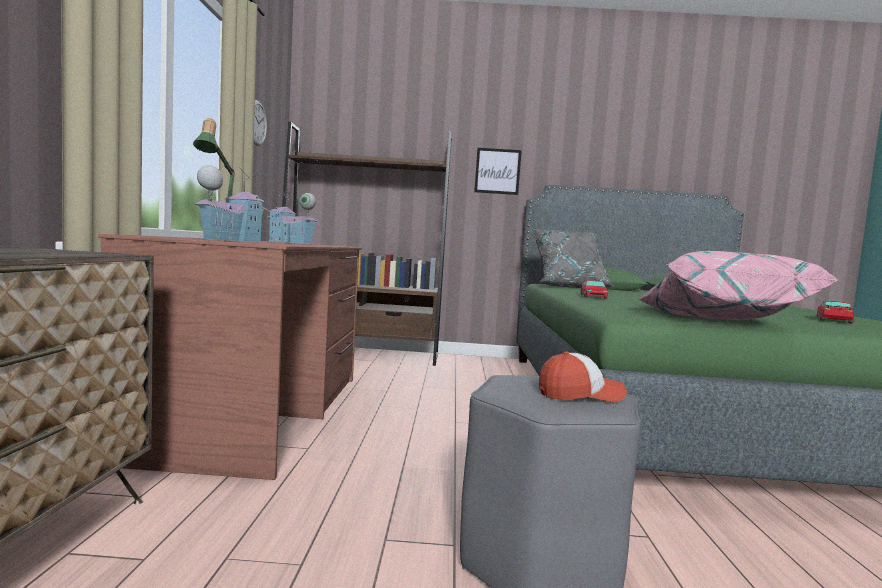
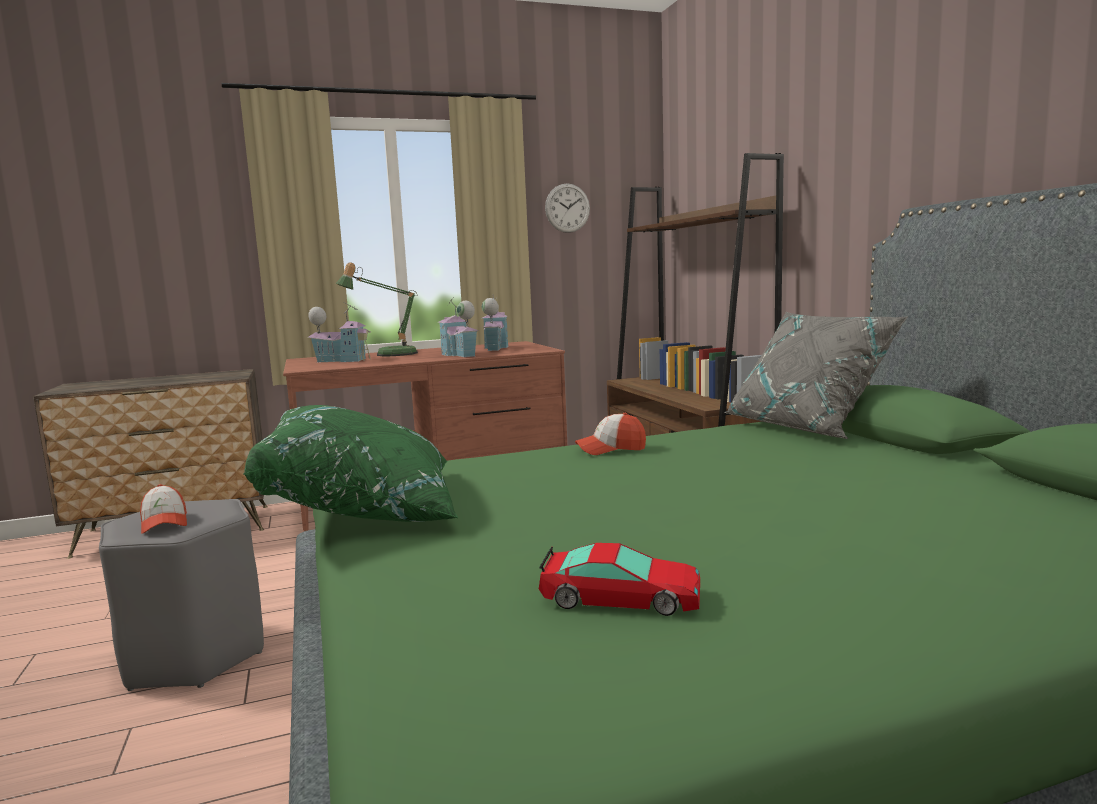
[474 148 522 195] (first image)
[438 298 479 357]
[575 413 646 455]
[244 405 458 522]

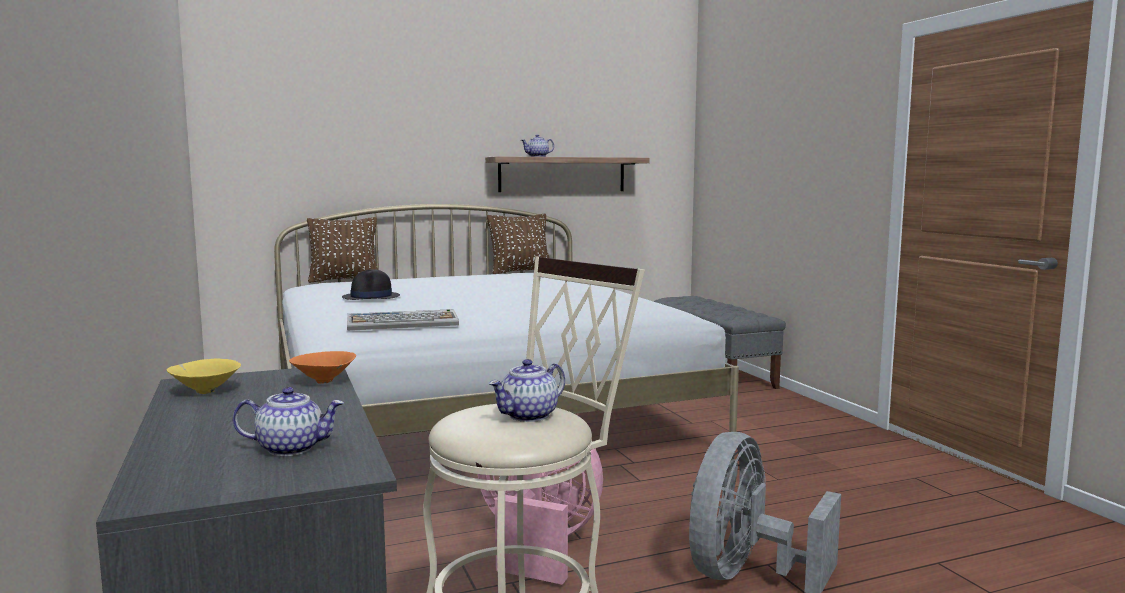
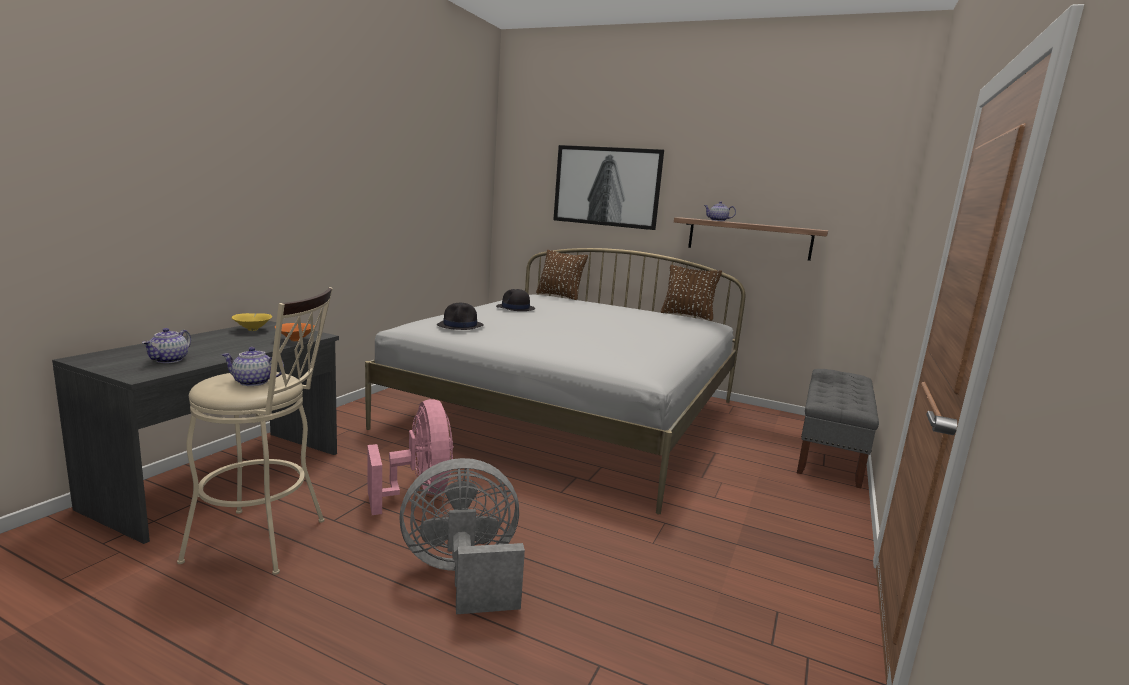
[553 145 664 230]
[437 303 484 330]
[142 328 191 363]

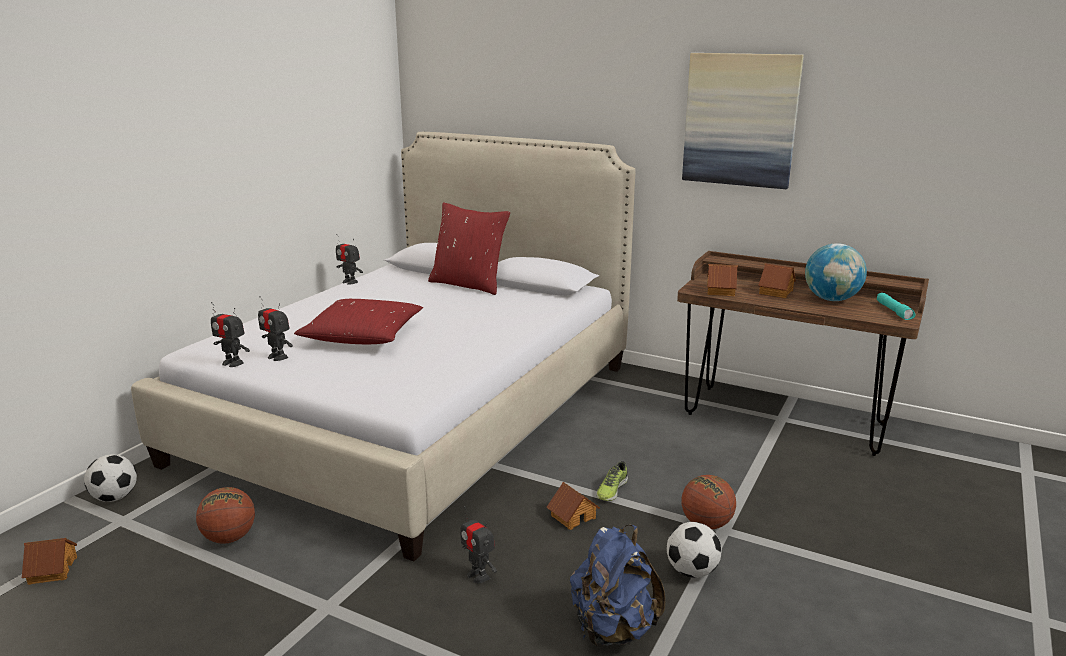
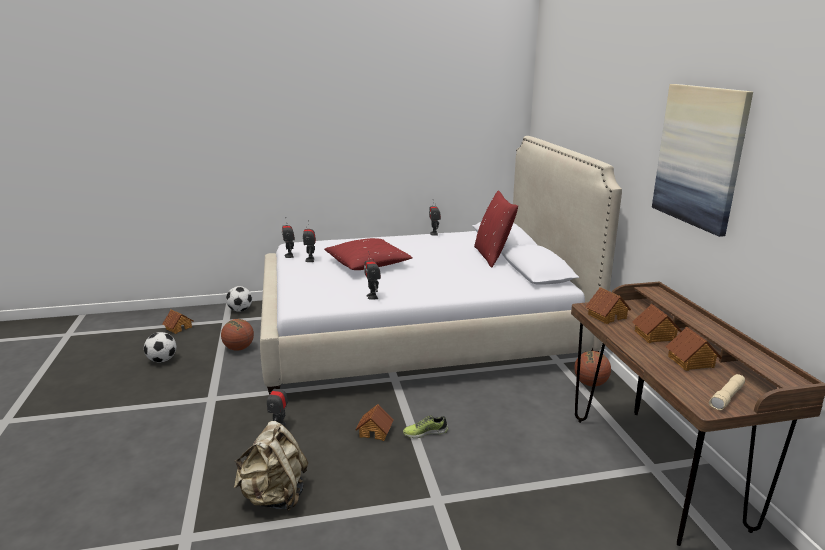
[364 251 381 300]
[144 332 176 362]
[574 351 611 386]
[666 327 722 371]
[234 421 308 511]
[709 374 745 410]

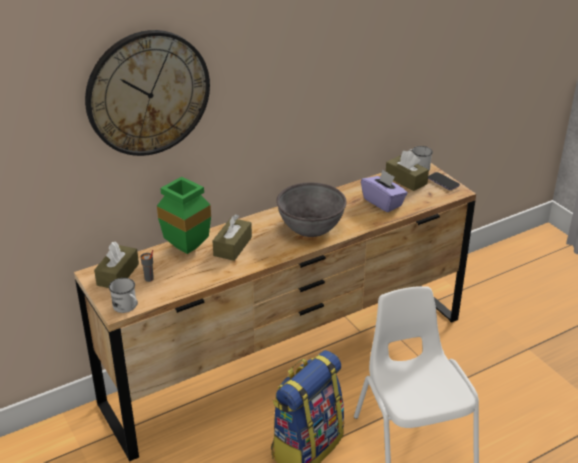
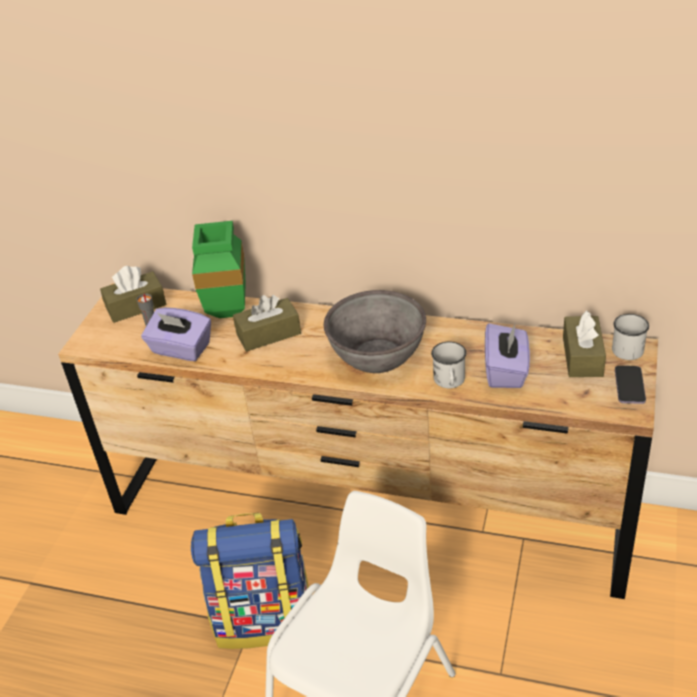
[85 30 210 156] (first image)
[141 307 211 361]
[431 342 466 388]

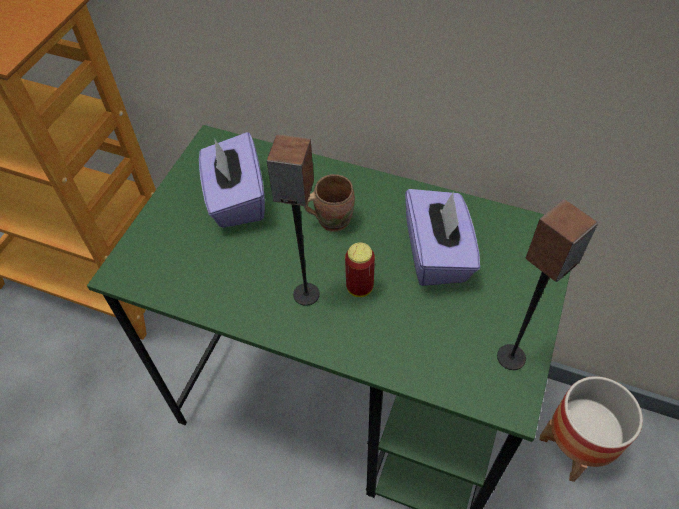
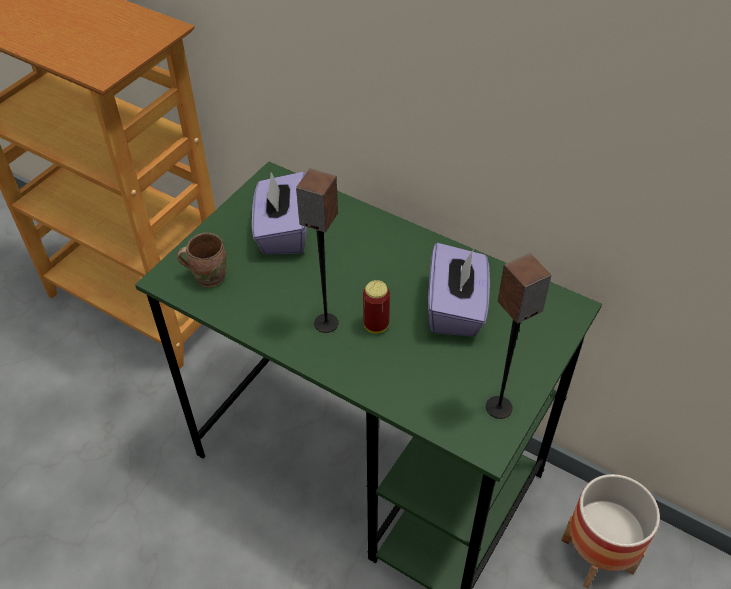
[177 233 226 287]

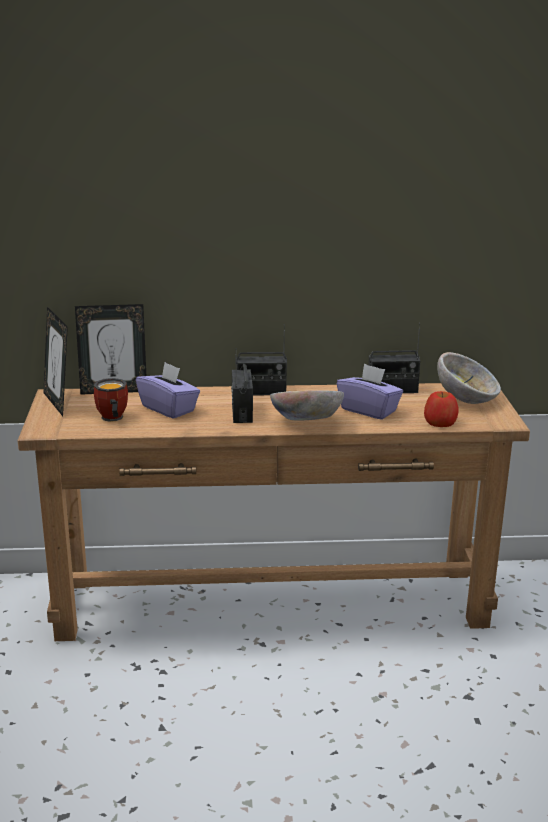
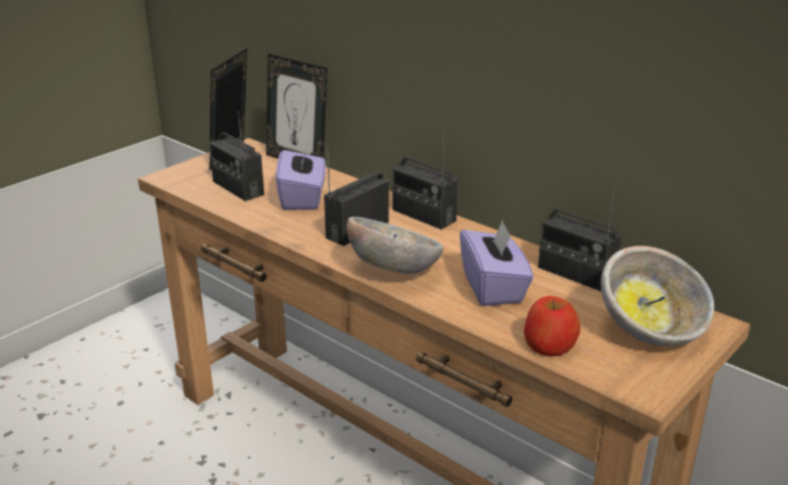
[209 111 264 201]

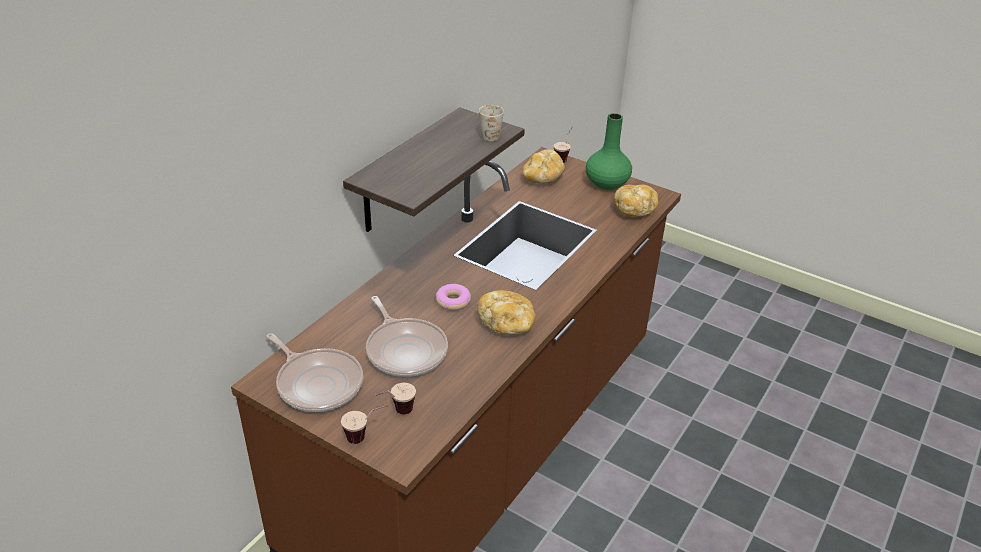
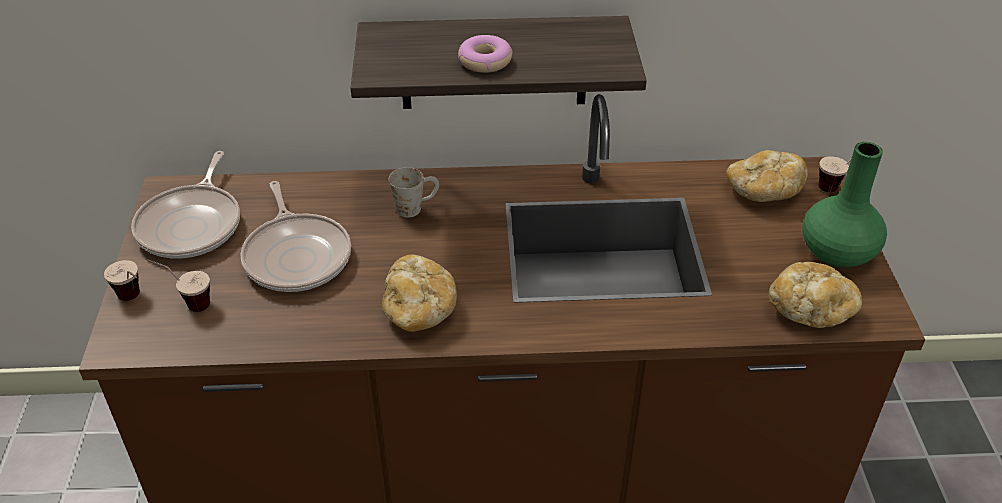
[458 35 513 73]
[389 167 439 218]
[240 181 351 292]

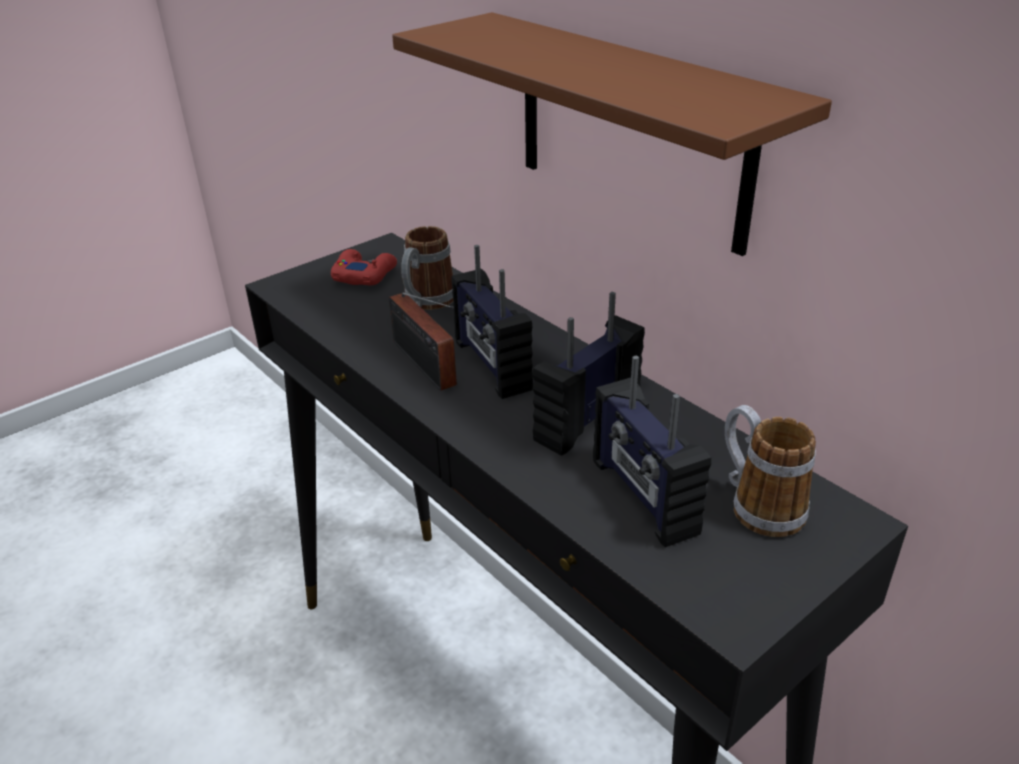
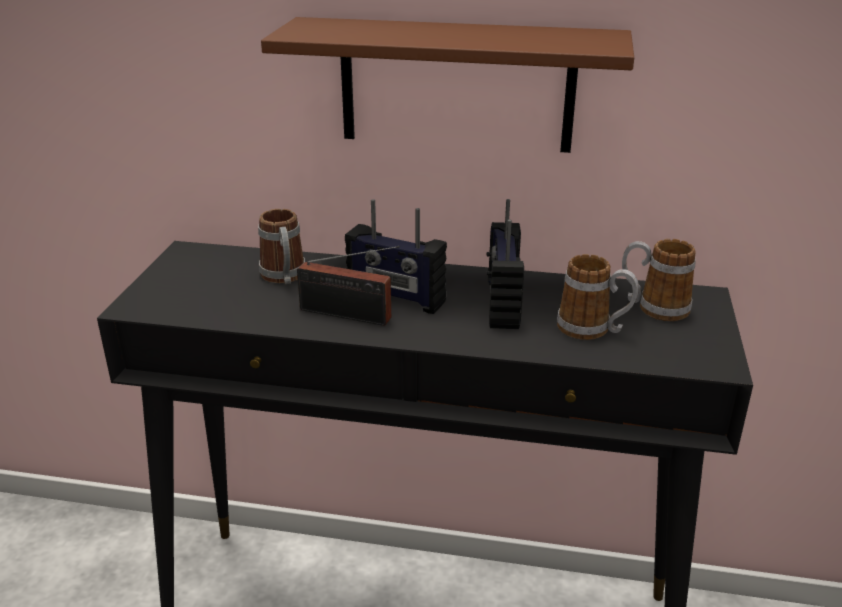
[331 249 397 285] (first image)
[557 254 639 340]

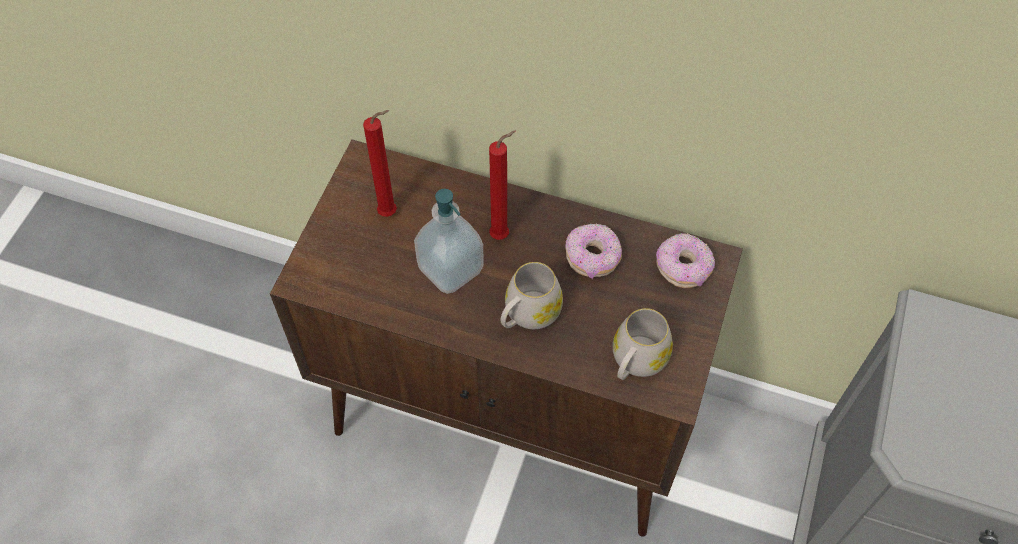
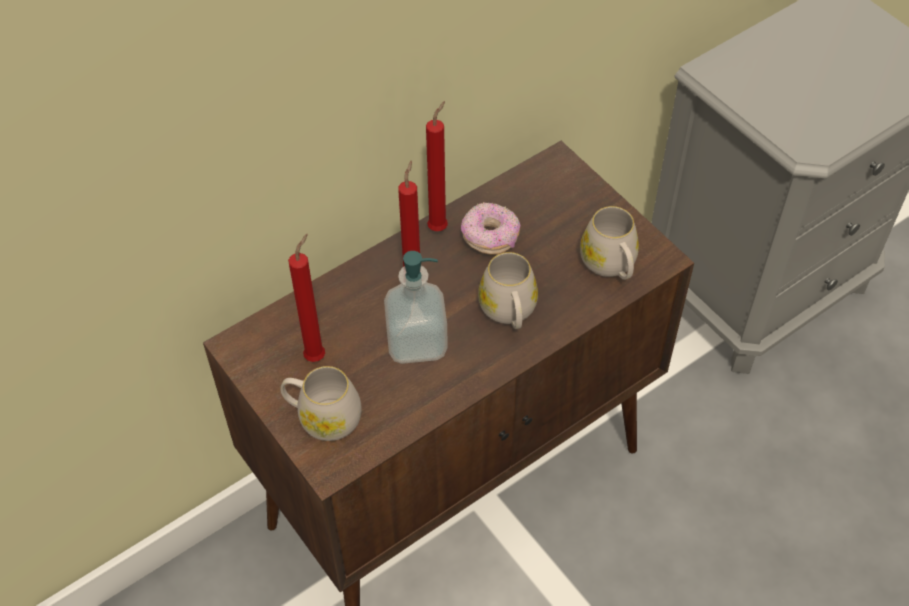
[656 233 715 288] (first image)
[280 366 362 441]
[426 101 448 231]

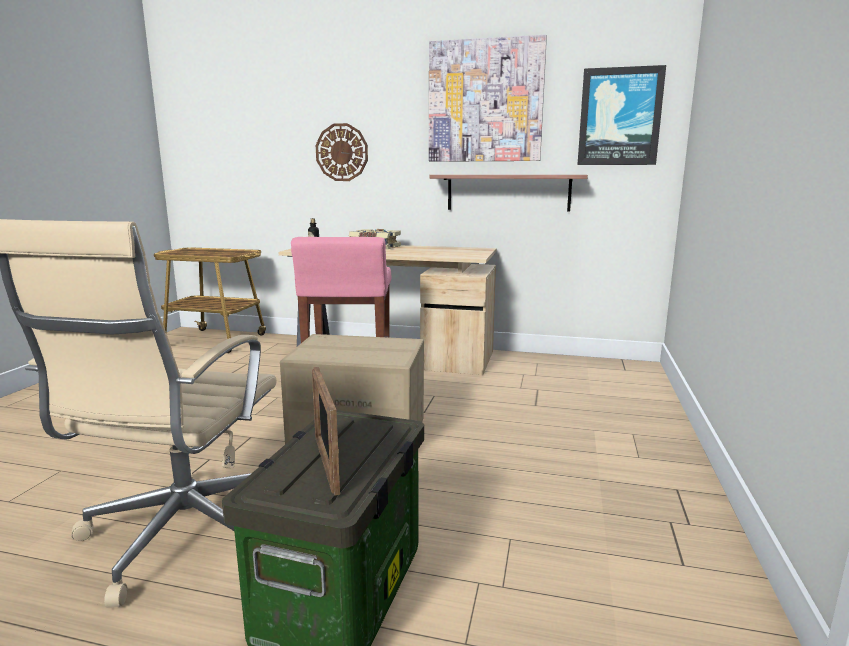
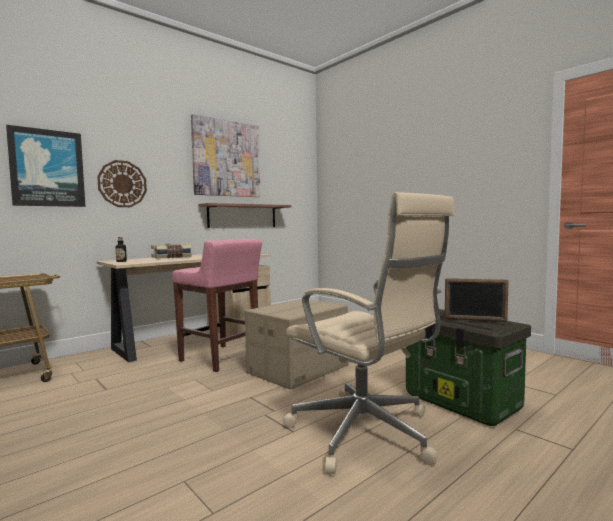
[6 125 85 207]

